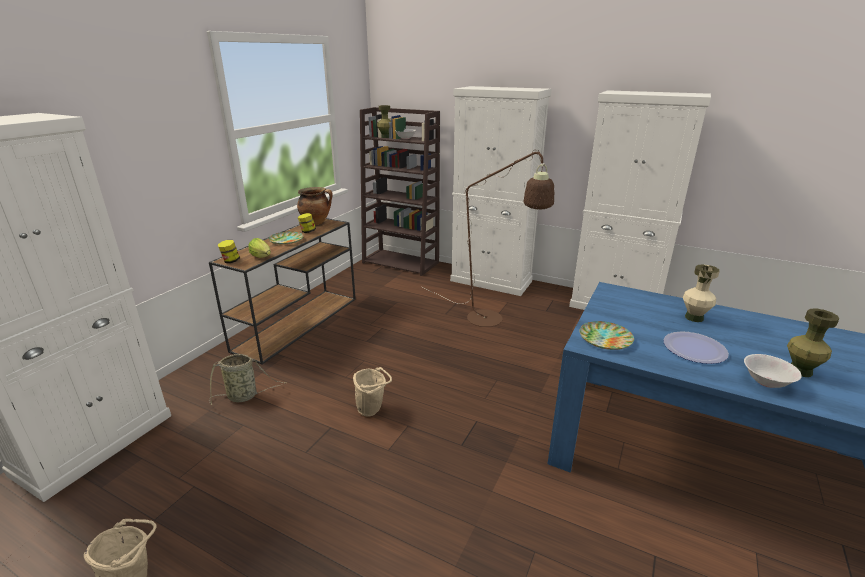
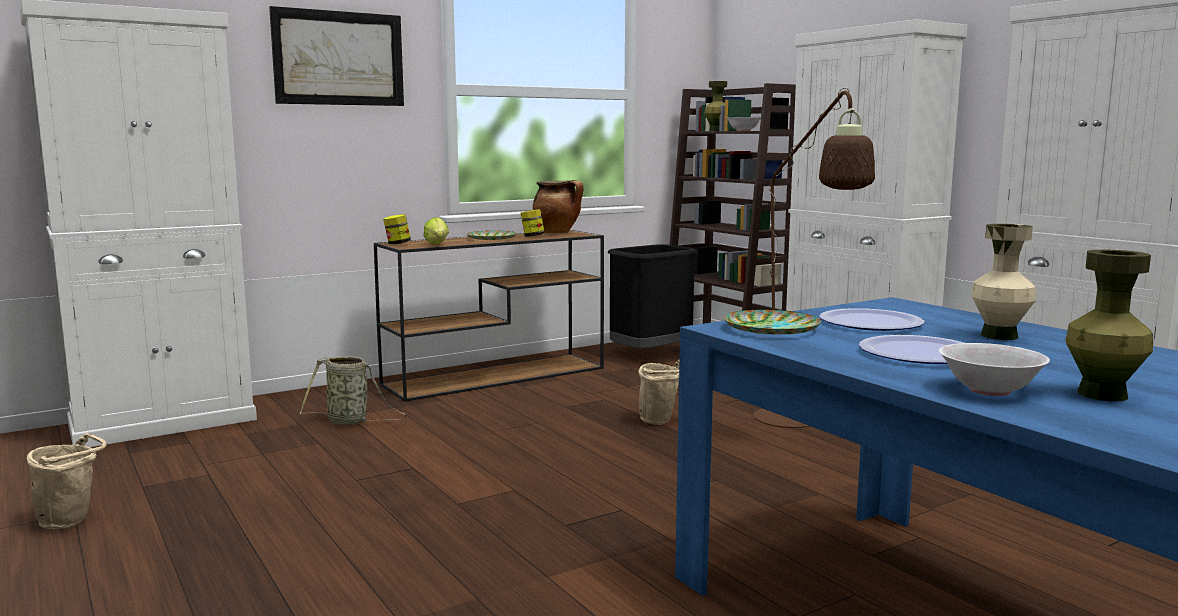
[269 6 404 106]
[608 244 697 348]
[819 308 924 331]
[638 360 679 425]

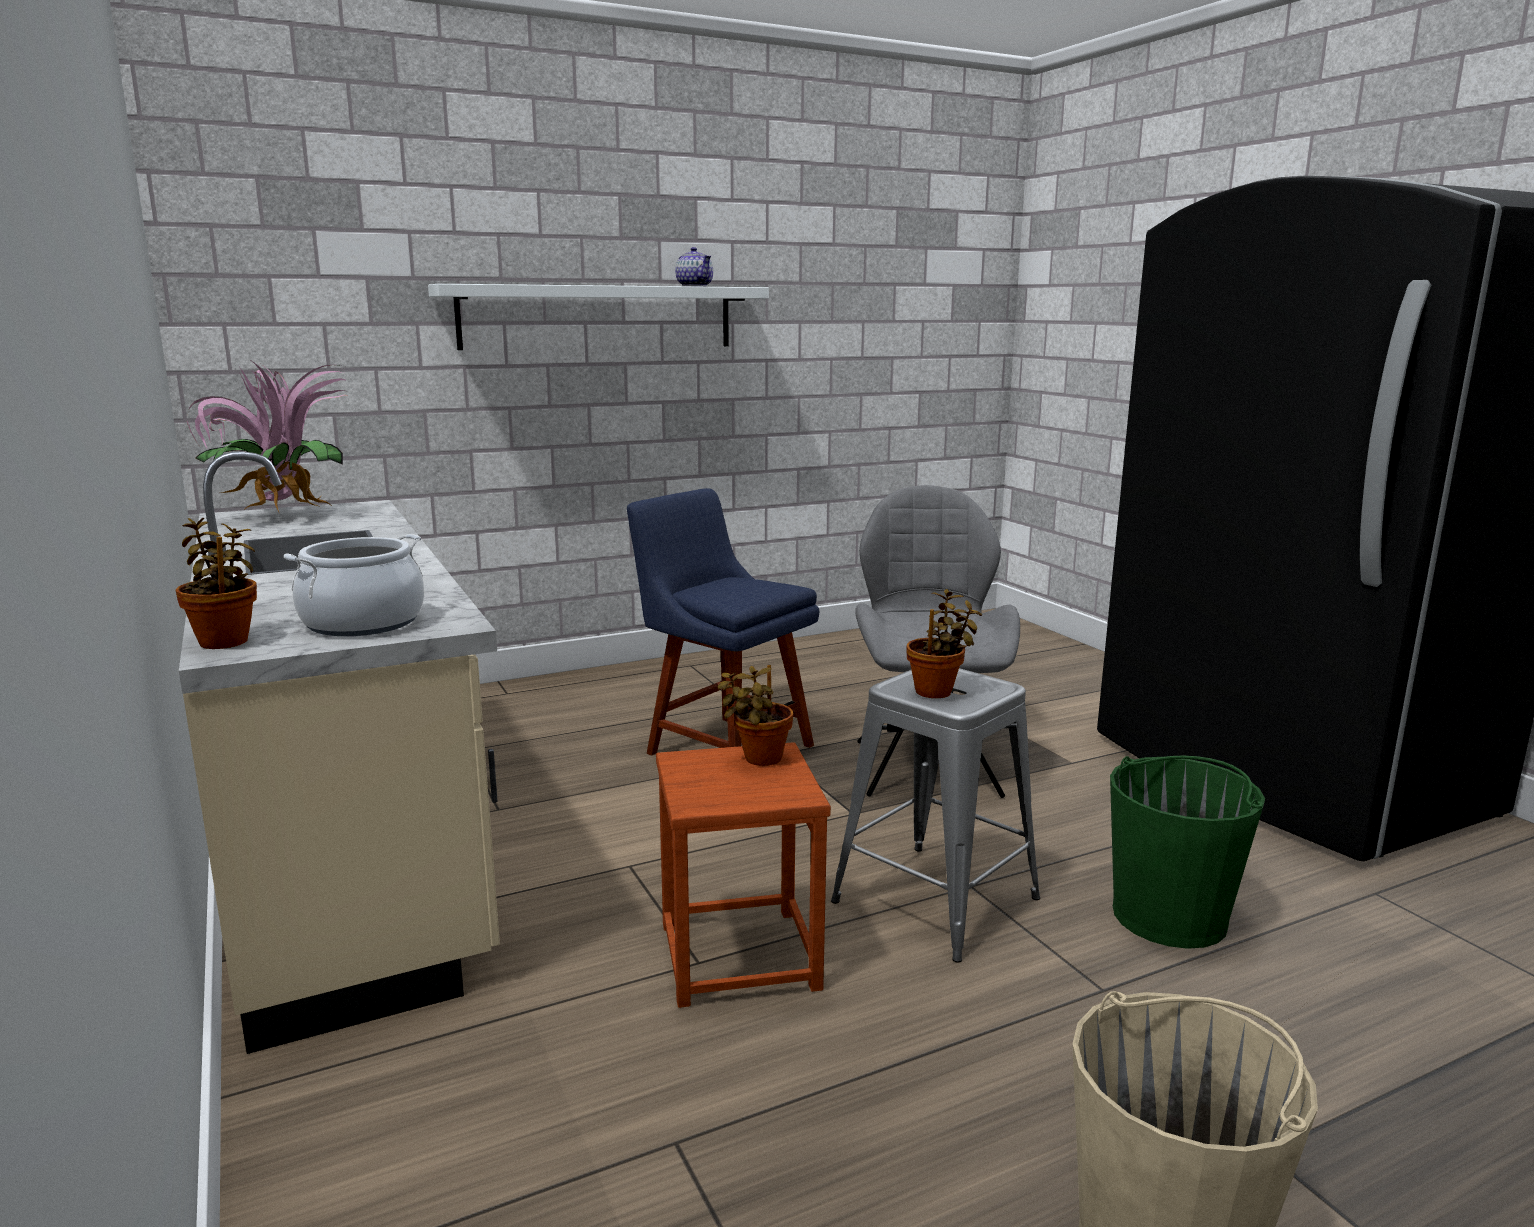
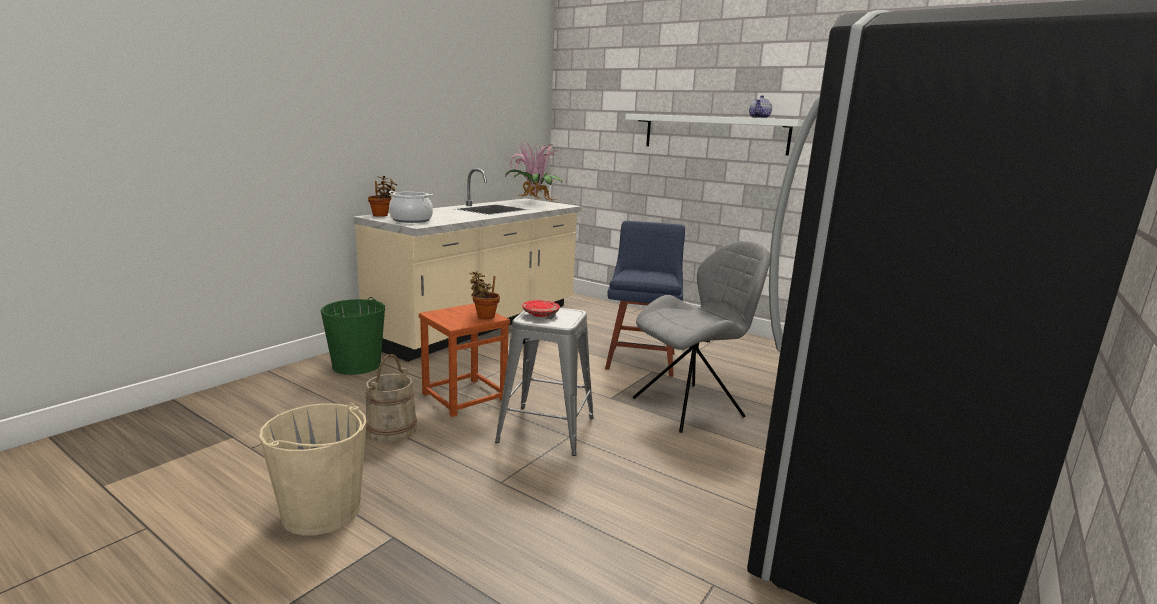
[365 354 417 442]
[321 297 385 375]
[522 300 560 317]

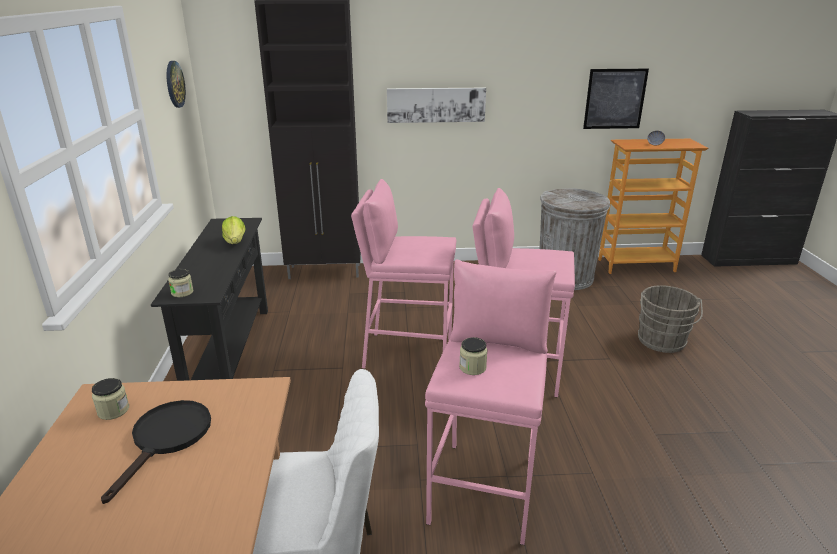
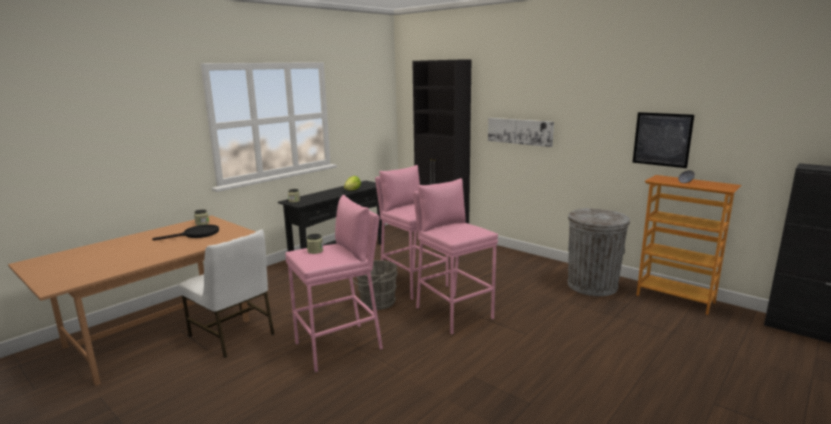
[167 61 186 108] (first image)
[352 260 398 310]

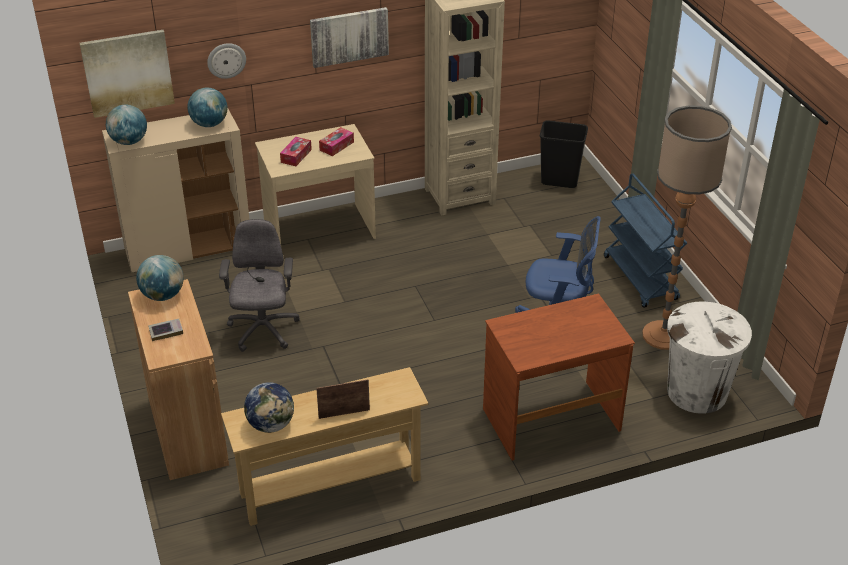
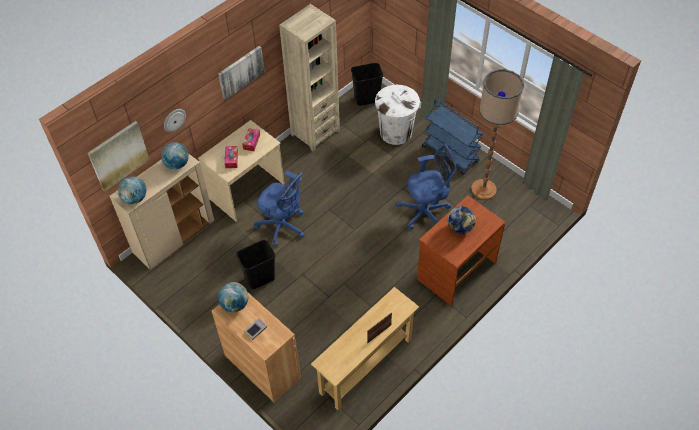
[253 171 305 247]
[448 206 476 234]
[375 85 420 145]
[236 240 275 289]

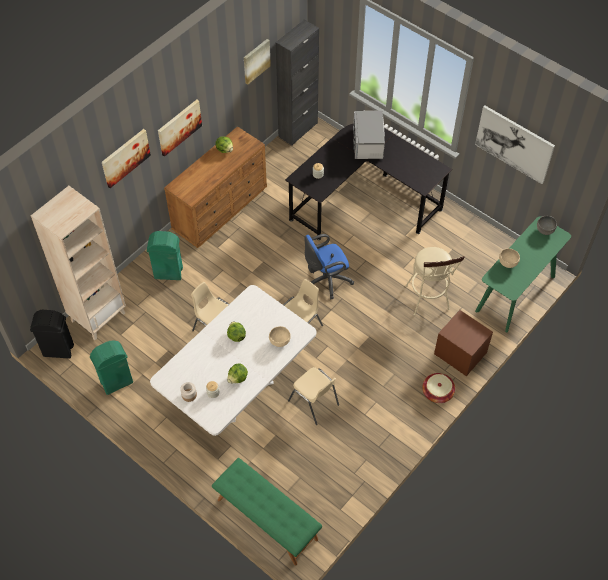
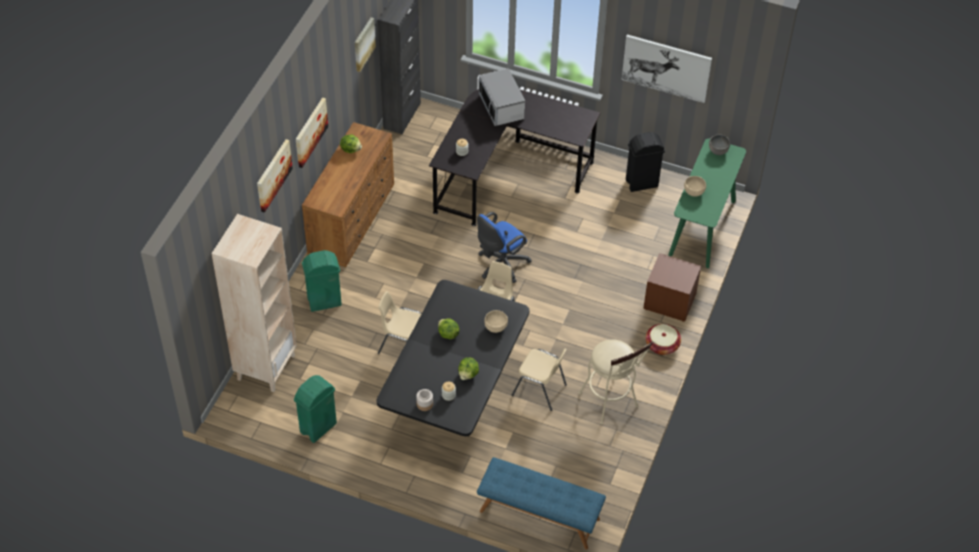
[626 132 665 192]
[579 339 653 425]
[377 280 529 436]
[477 457 606 550]

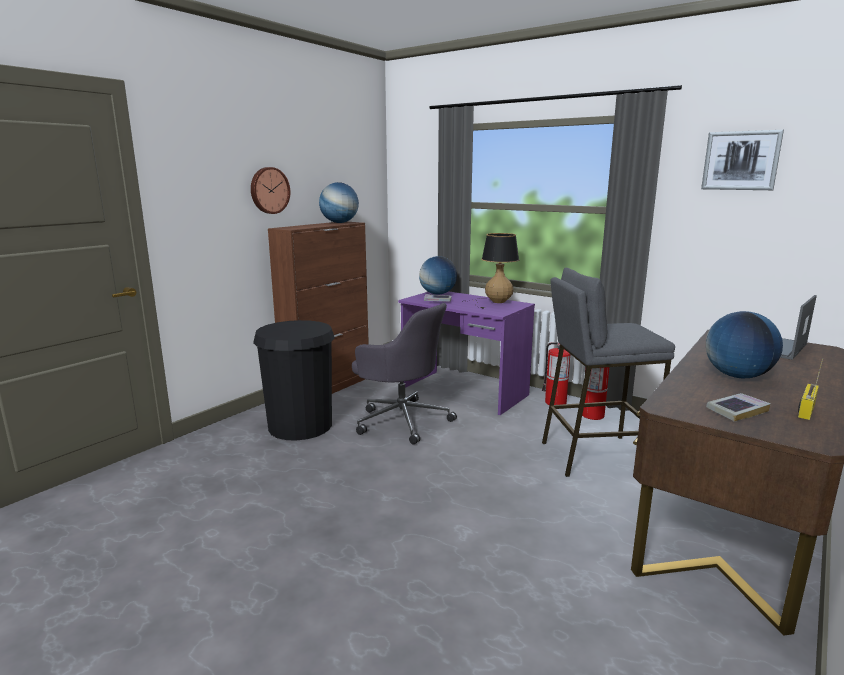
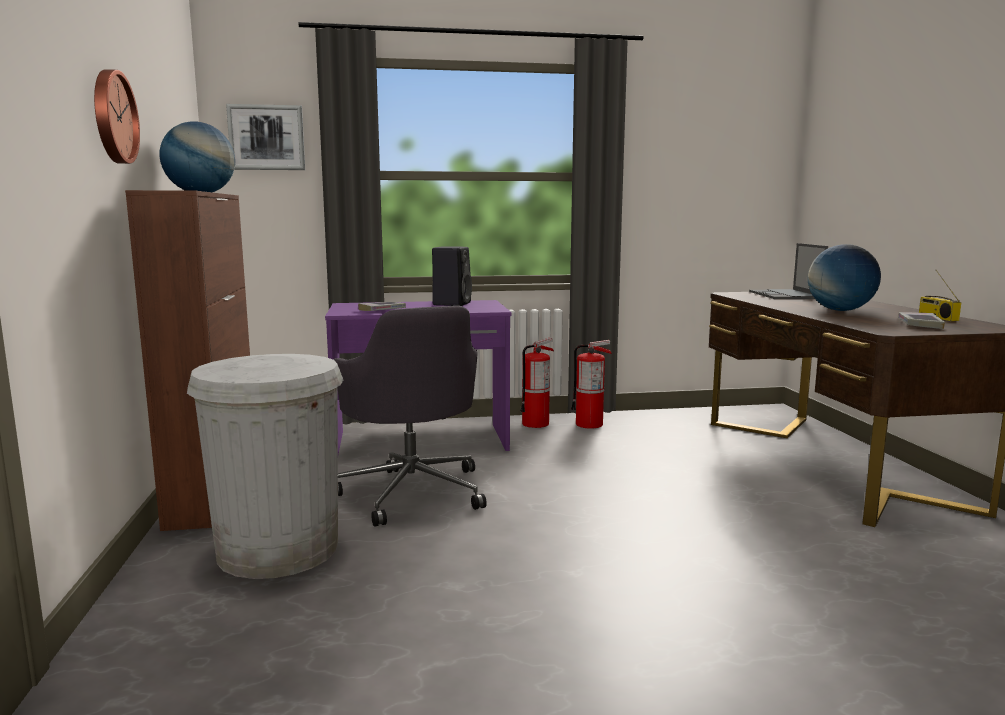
[419 256 457 295] (first image)
[542 268 675 477] (first image)
[226 104 305 170]
[432 246 472 306]
[187 354 343 579]
[333 306 487 527]

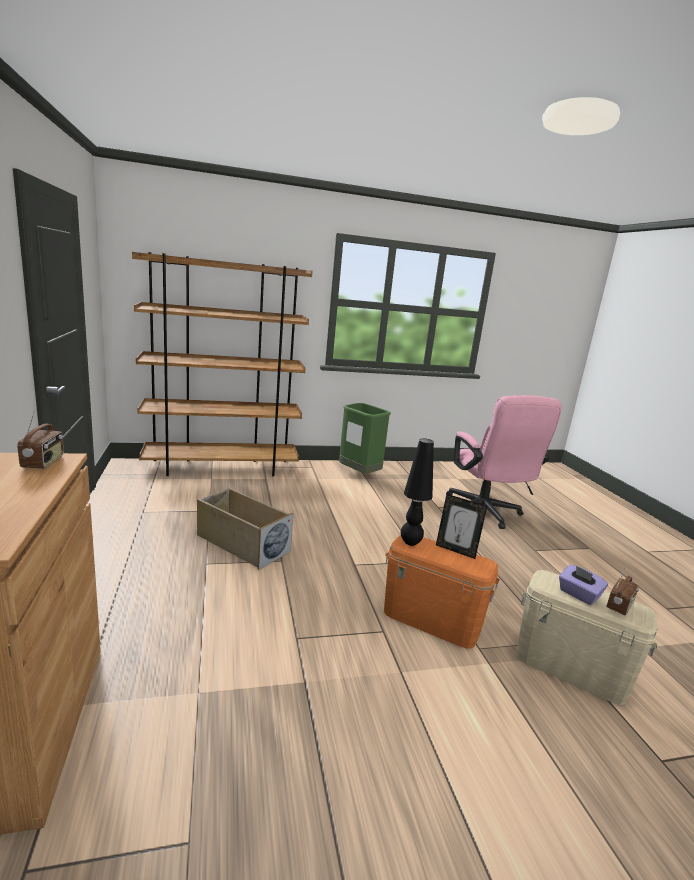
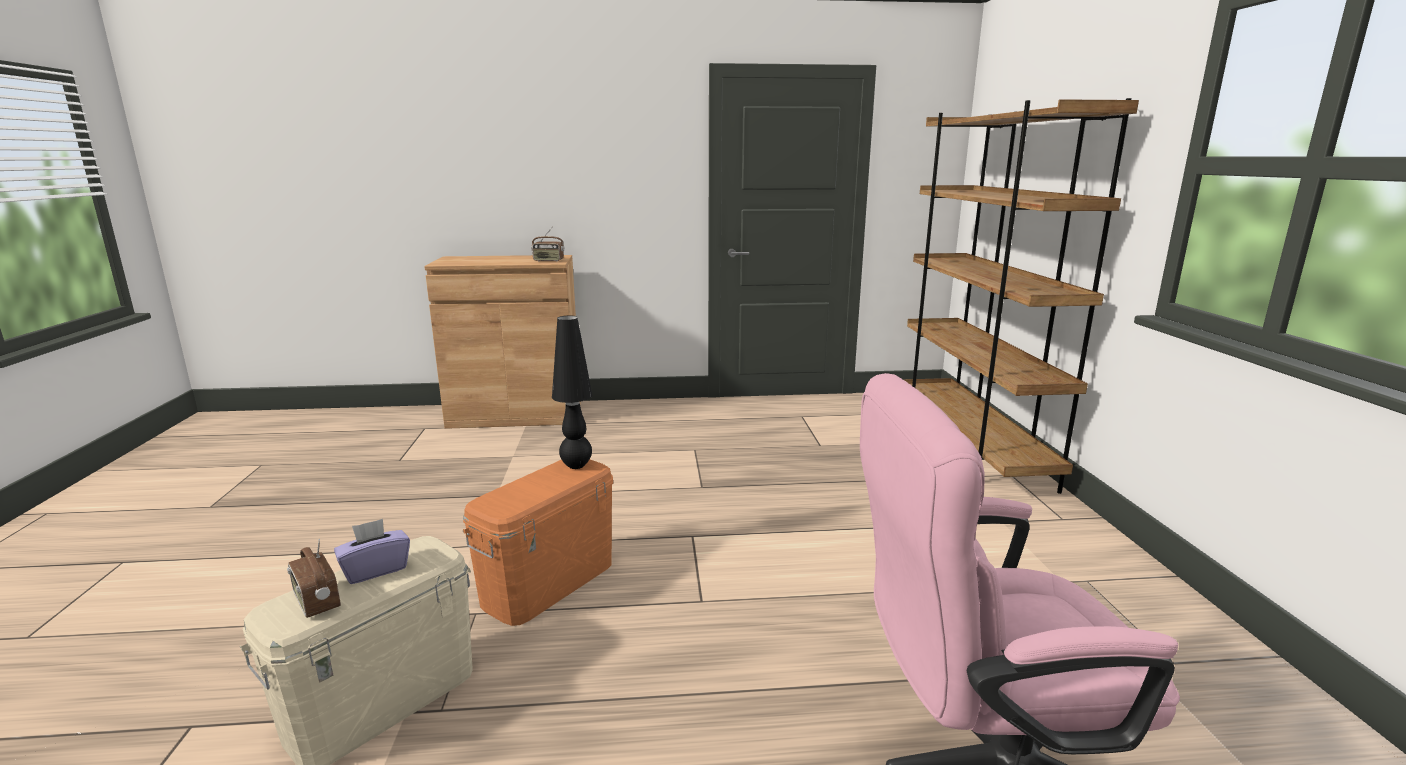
[197 488 293 570] (first image)
[339 403 391 474] (first image)
[436 494 487 559] (first image)

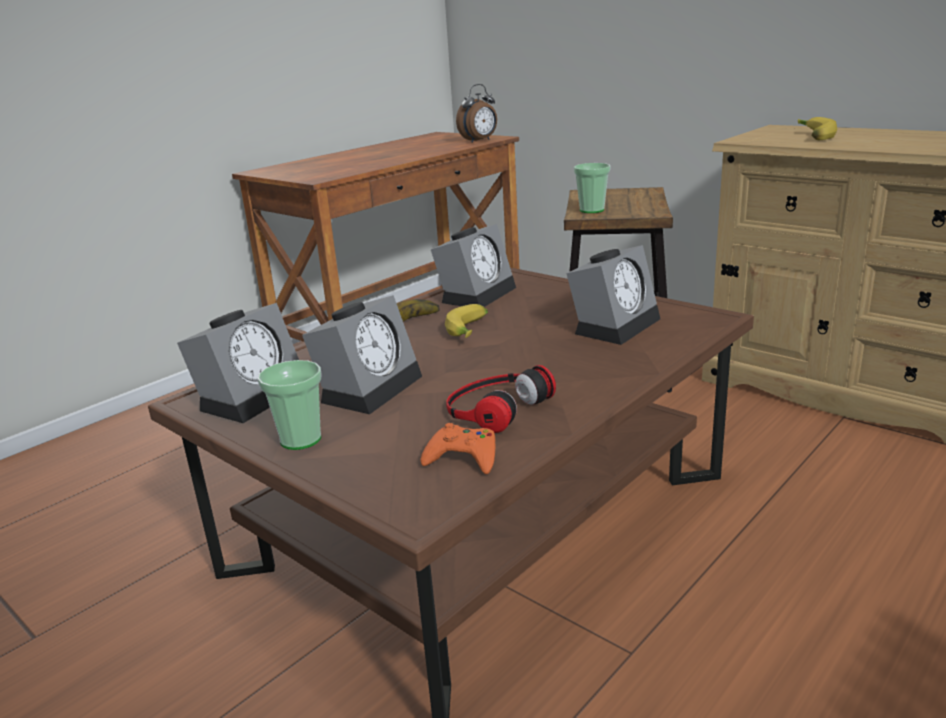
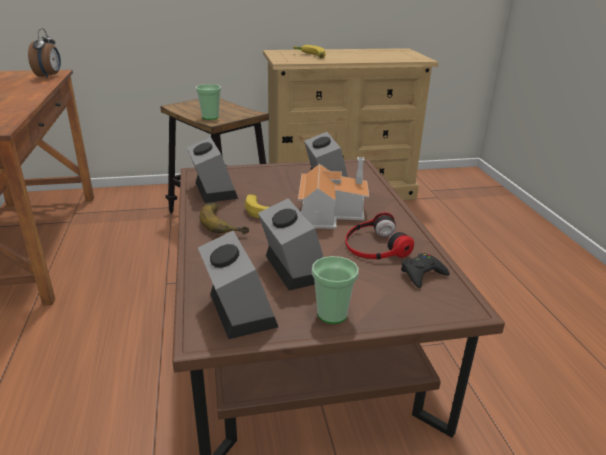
[298 157 369 229]
[401 253 450 288]

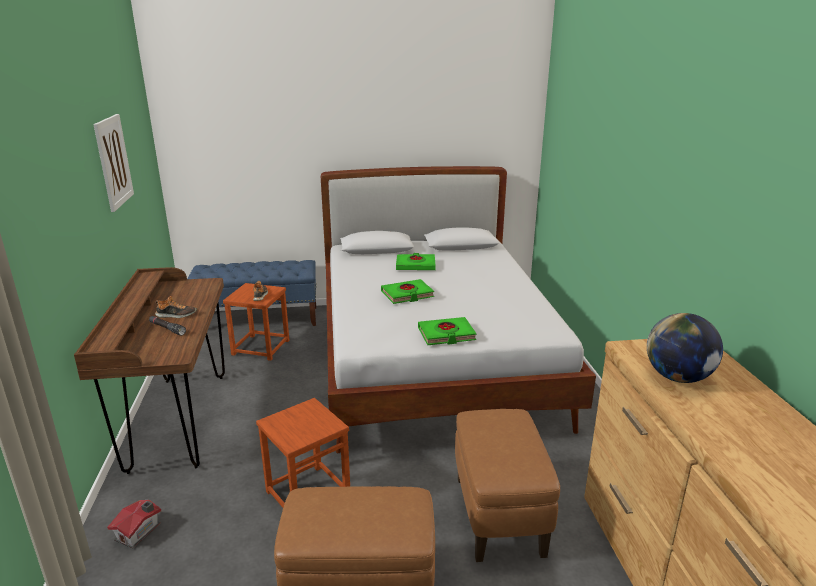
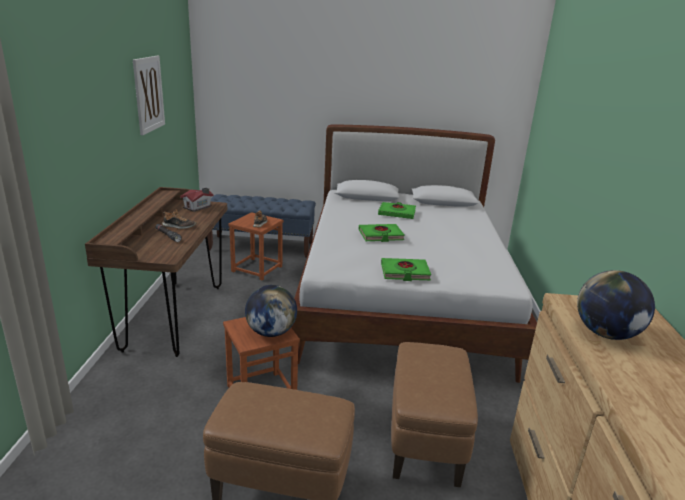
[245 285 297 337]
[180 188 214 212]

